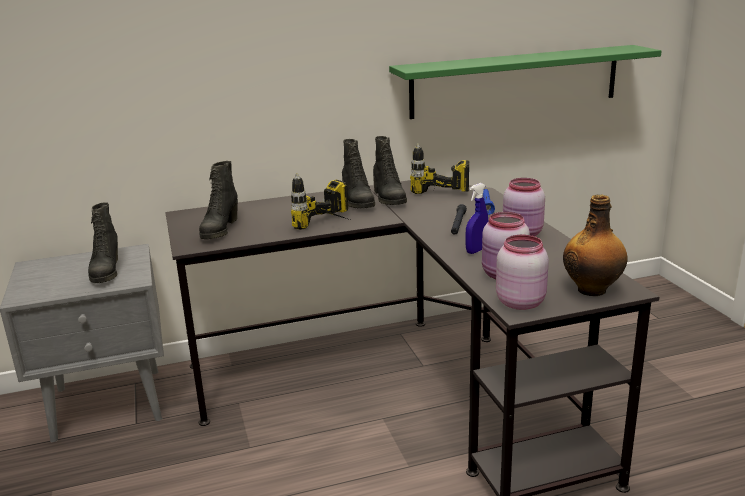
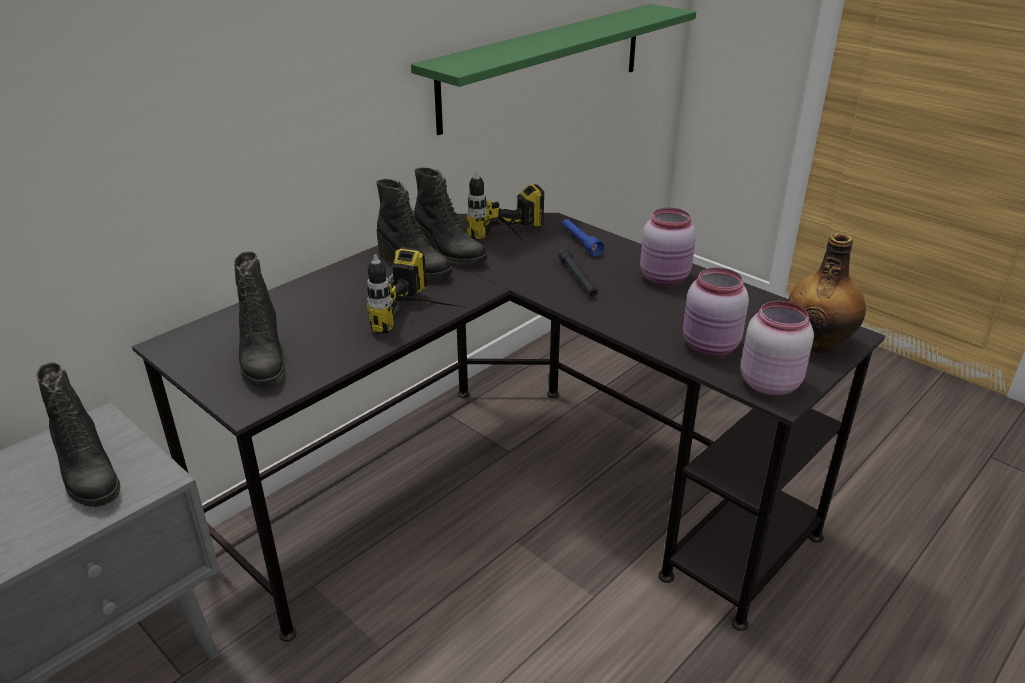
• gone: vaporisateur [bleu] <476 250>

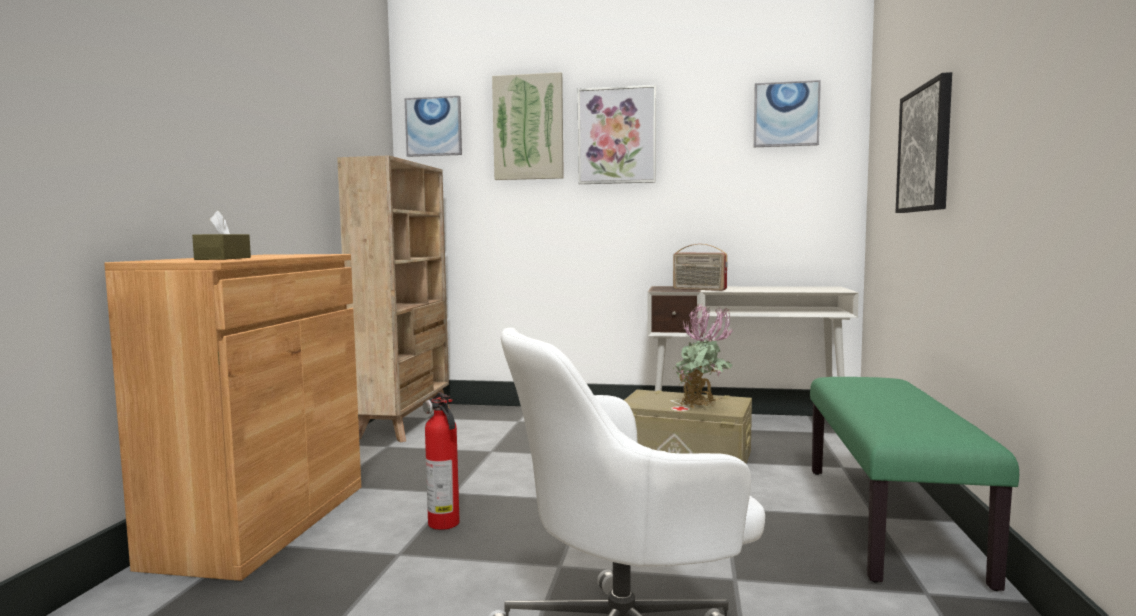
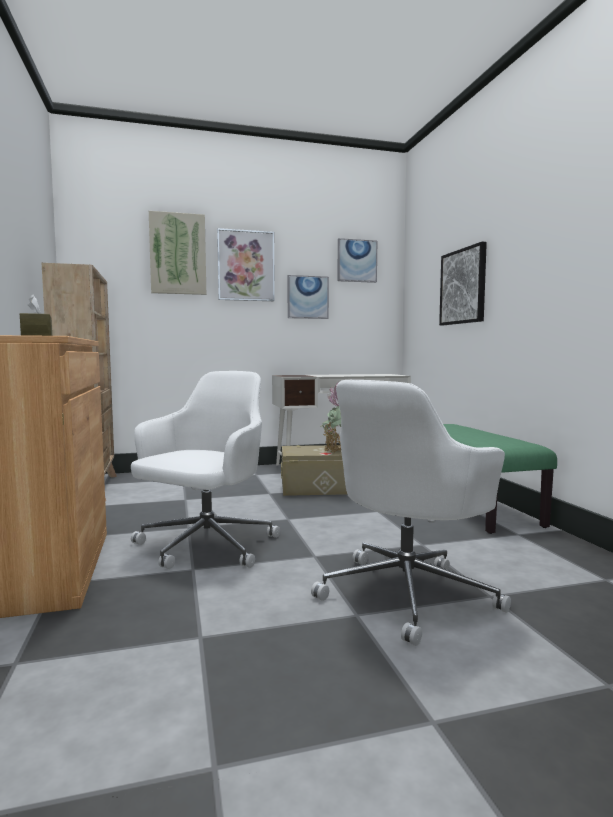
• shifted: tableau <434 126> to <307 297>
• gone: radio <699 289>
• swapped: extincteur <444 524> to chaise de bureau [blanc] <205 546>

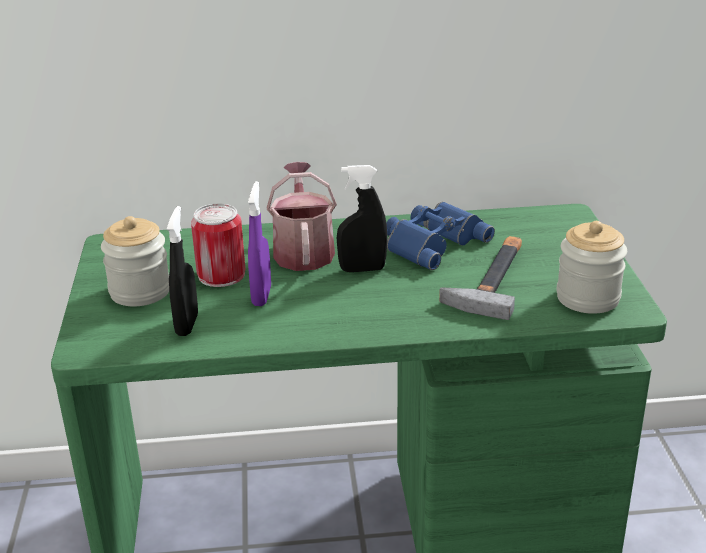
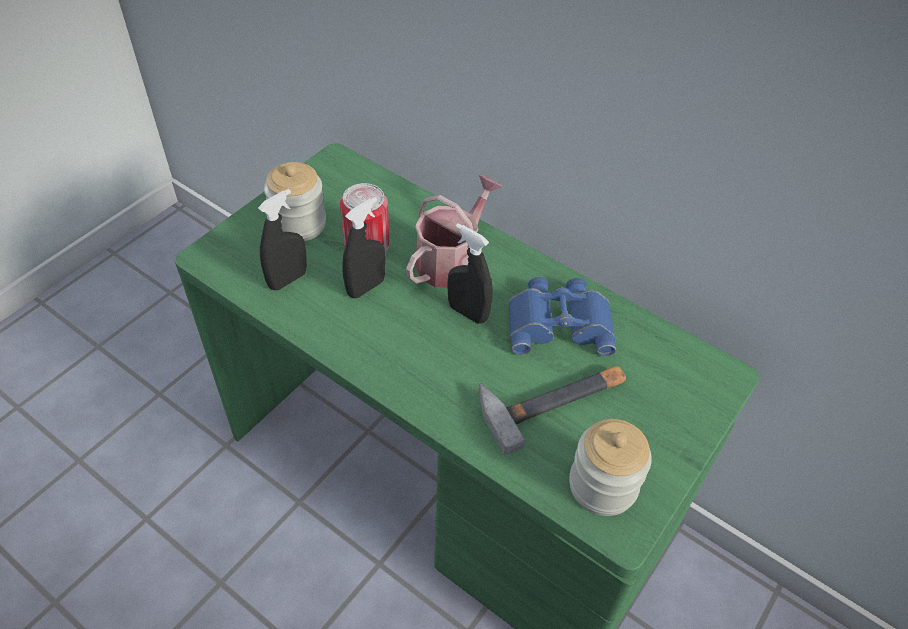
• repainted: vaporisateur [violet] <261 296> to vaporisateur [noir] <366 287>

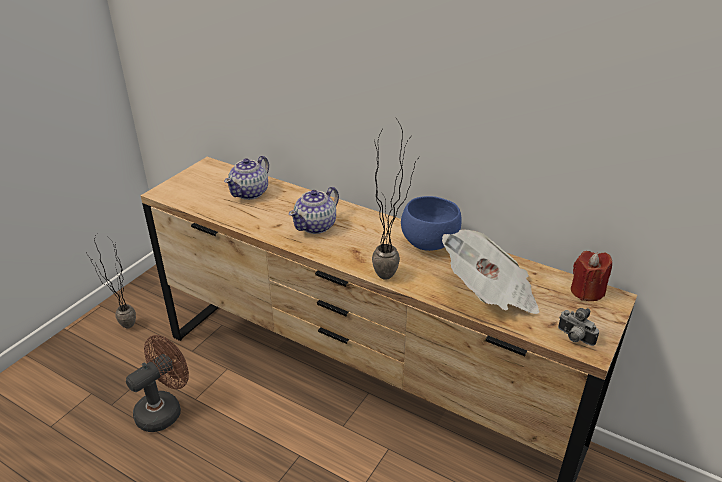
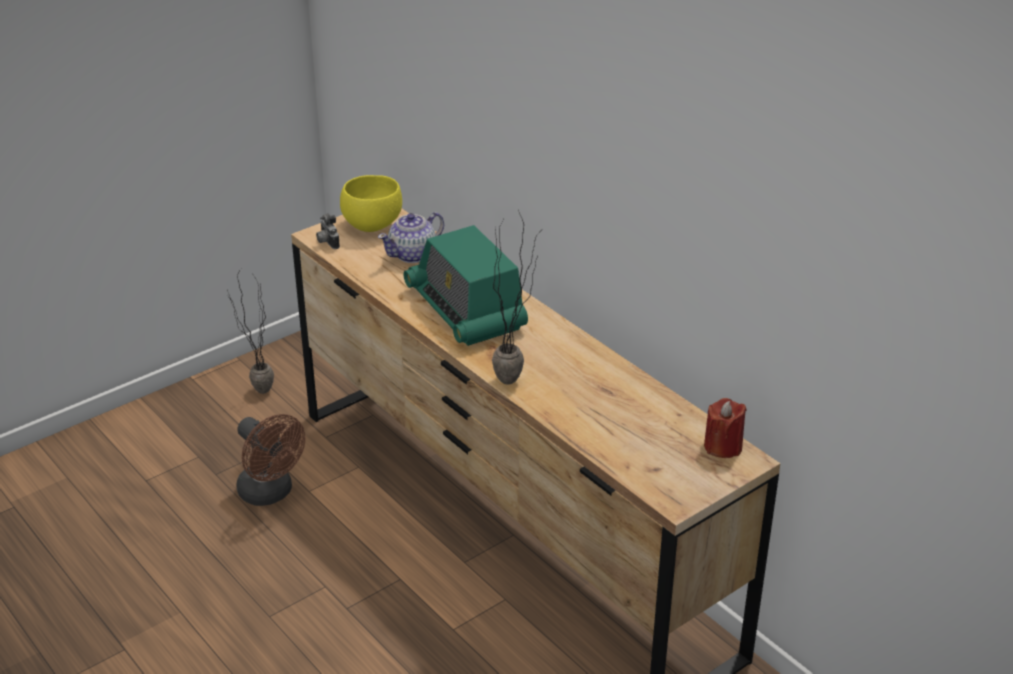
• swapped: théière <316 226> to radio <466 309>
• gone: bol [bleu] <429 243>
• gone: journal <489 293>
• shifted: appareil photo <574 338> to <327 242>
• rotated: ventilateur [marron] <164 409> = <271 493> 75 degrees clockwise
• new: bol [jaune] <372 225>

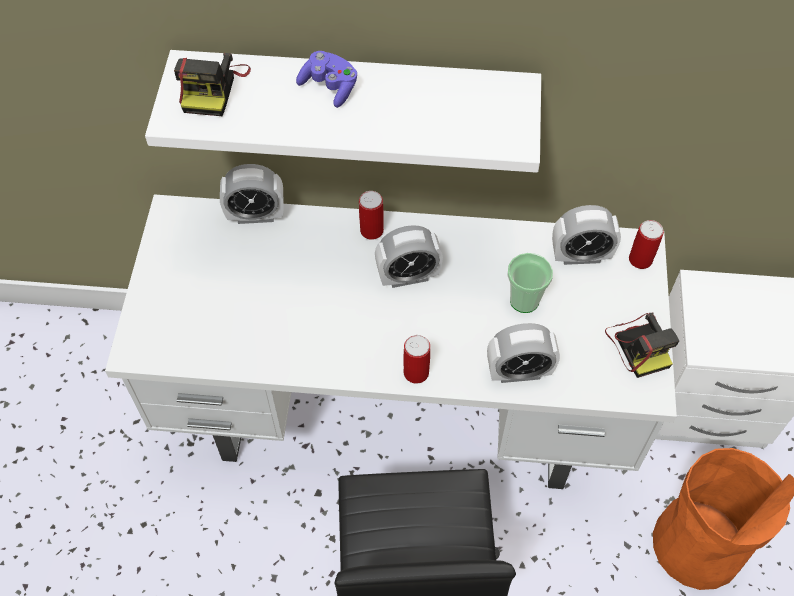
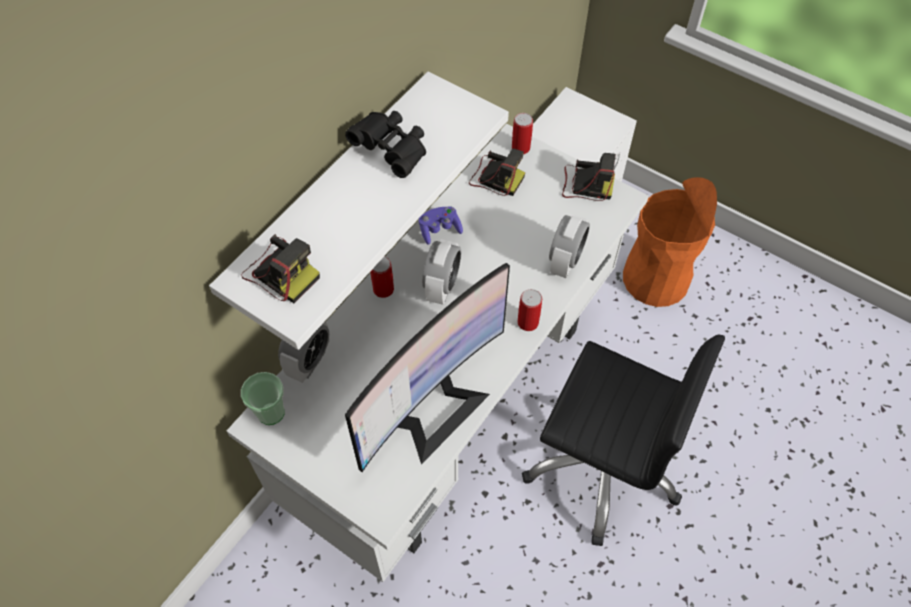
• shifted: manette [violet] <330 87> to <439 230>
• swapped: réveil <580 256> to appareil photo <495 177>
• shifted: tasse <524 300> to <271 412>
• new: jumelles [noir] <392 151>
• new: écran d'ordinateur <432 407>

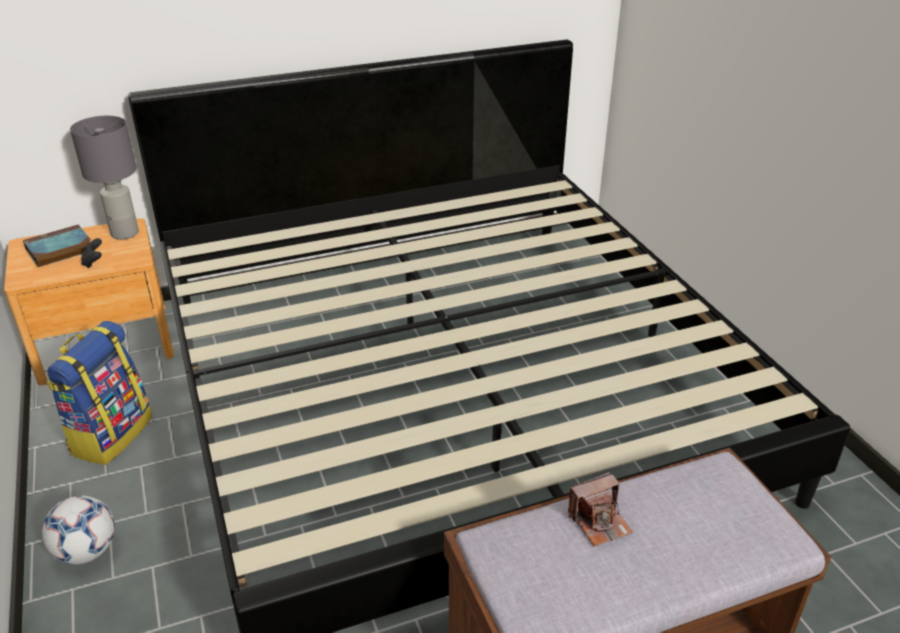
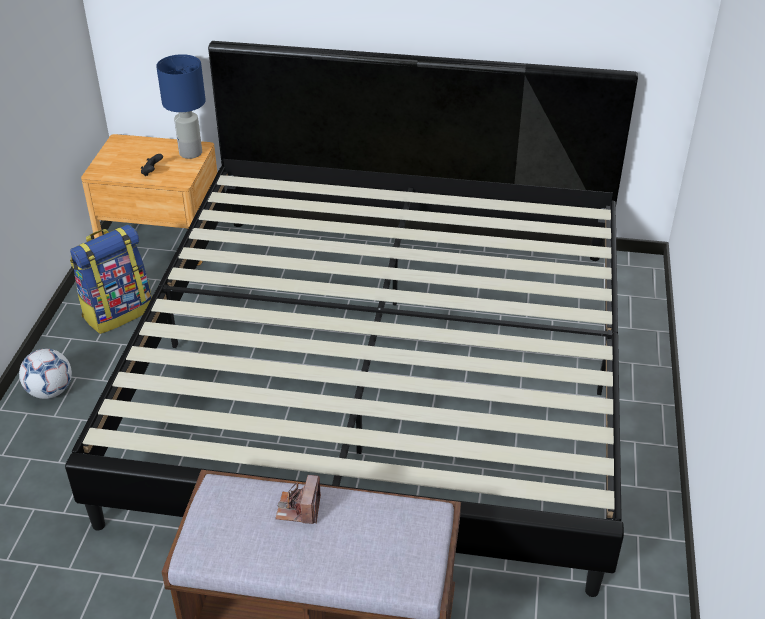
• repainted: lampe de table [gris] <125 234> to lampe de table [bleu] <190 153>
• gone: livre <58 251>
• rotated: appareil photo <599 522> = <299 509> 90 degrees clockwise

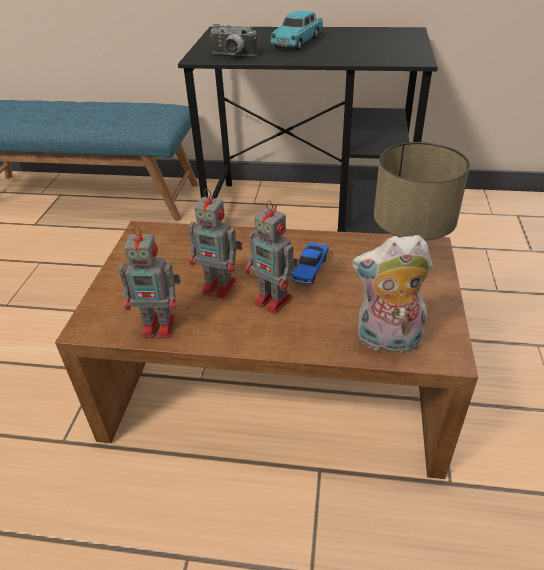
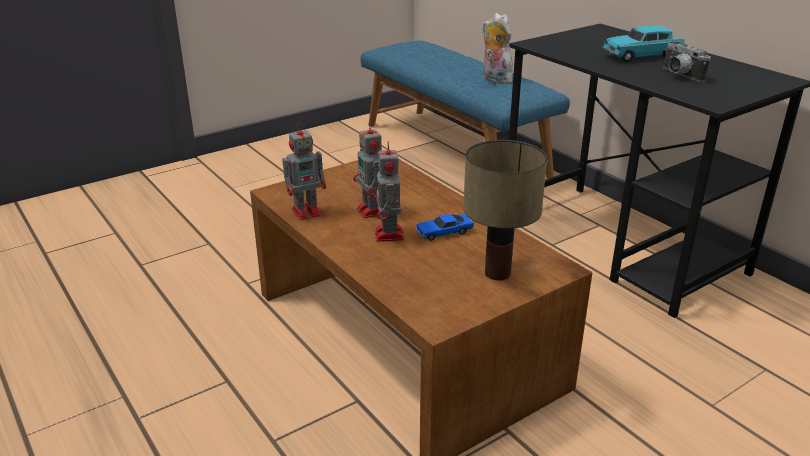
• shifted: appareil photo <233 56> to <679 75>
• rotated: robot jouet <161 326> = <307 212> 75 degrees counterclockwise
• shifted: peluche <387 341> to <494 79>

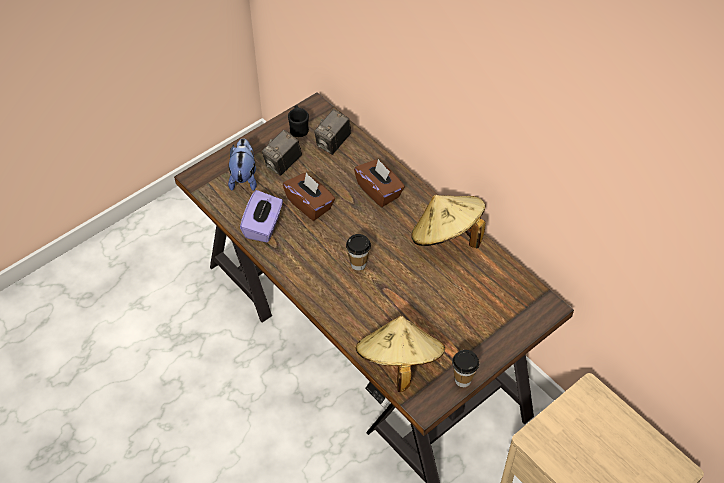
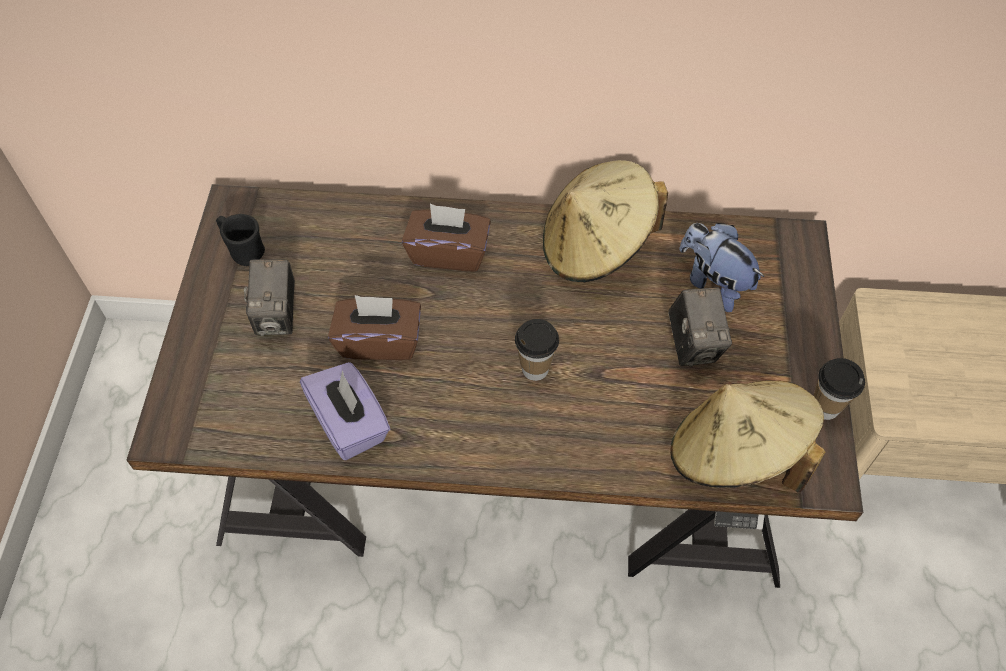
• shifted: appareil photo <333 144> to <693 344>
• shifted: peluche <244 177> to <713 283>

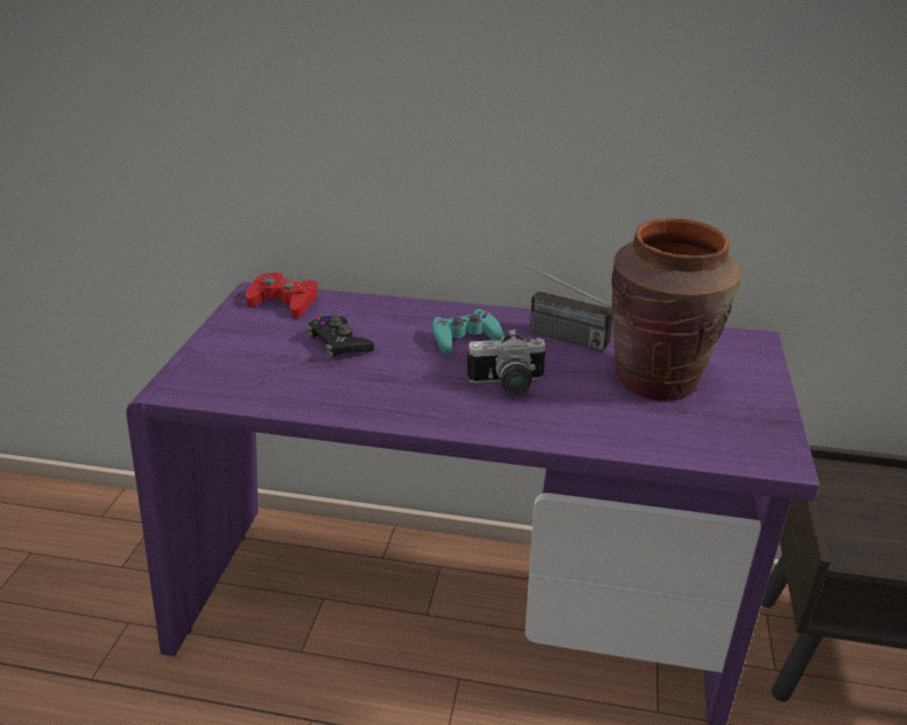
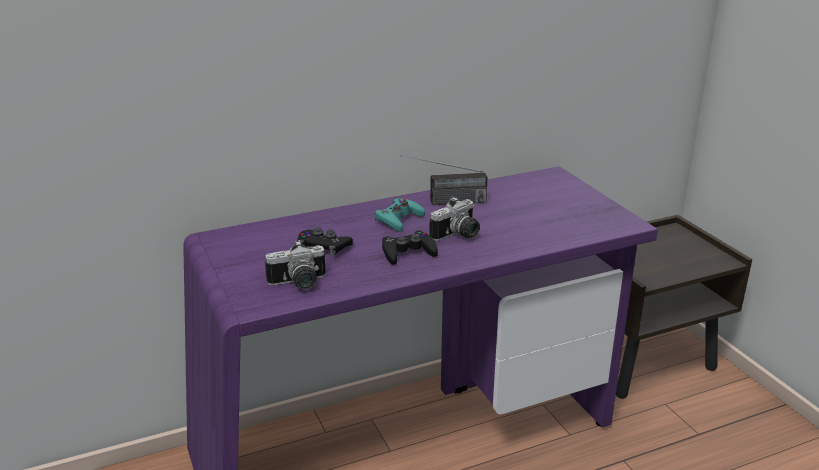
• gone: vase [marron] <657 380>
• gone: manette [rouge] <284 303>
• new: manette [noir] <408 253>
• new: appareil photo <299 284>

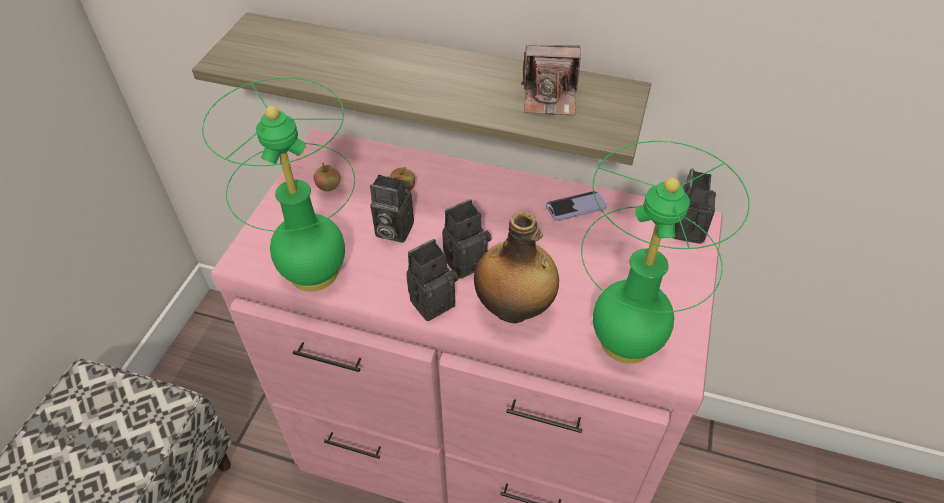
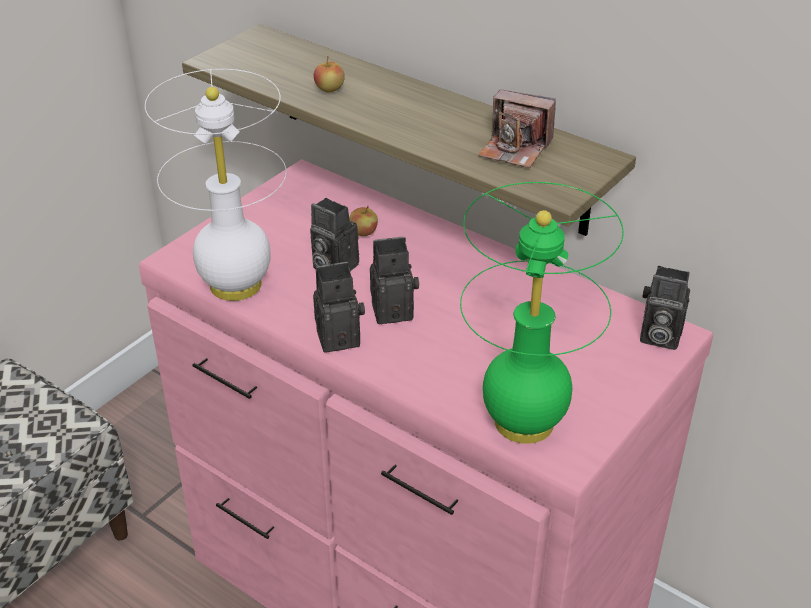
• repainted: lampe de table [vert] <314 272> to lampe de table [blanc] <236 284>
• shifted: pomme <328 187> to <329 89>
• rotated: appareil photo <685 228> = <657 336> 105 degrees counterclockwise
• gone: téléphone <575 207>
• gone: bouteille <514 309>

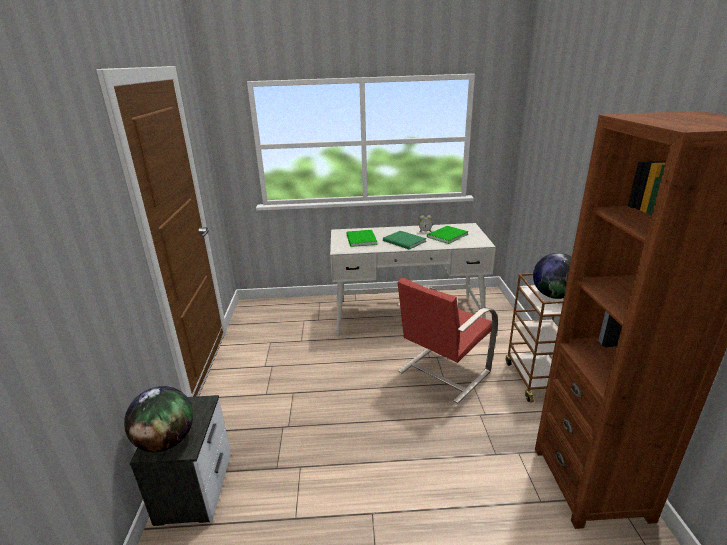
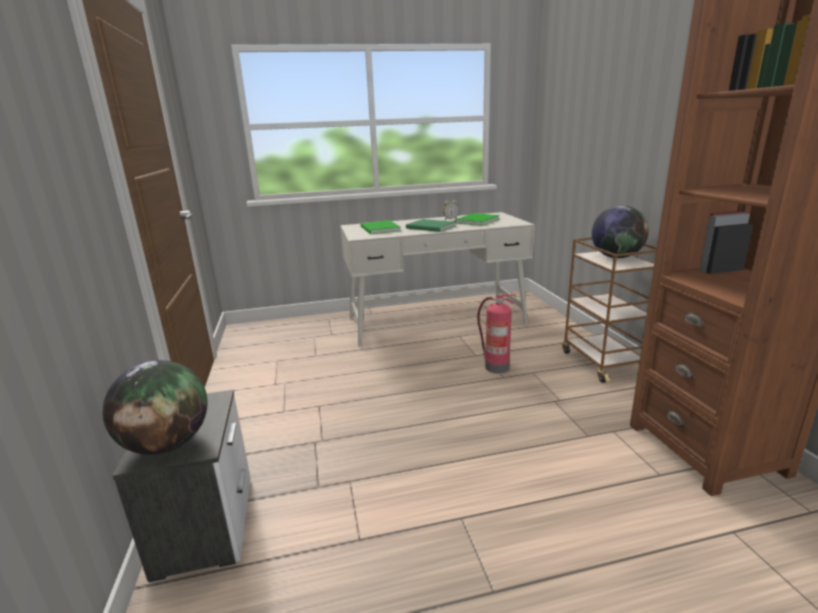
• swapped: chaise [rouge] <442 372> to extincteur <495 367>

